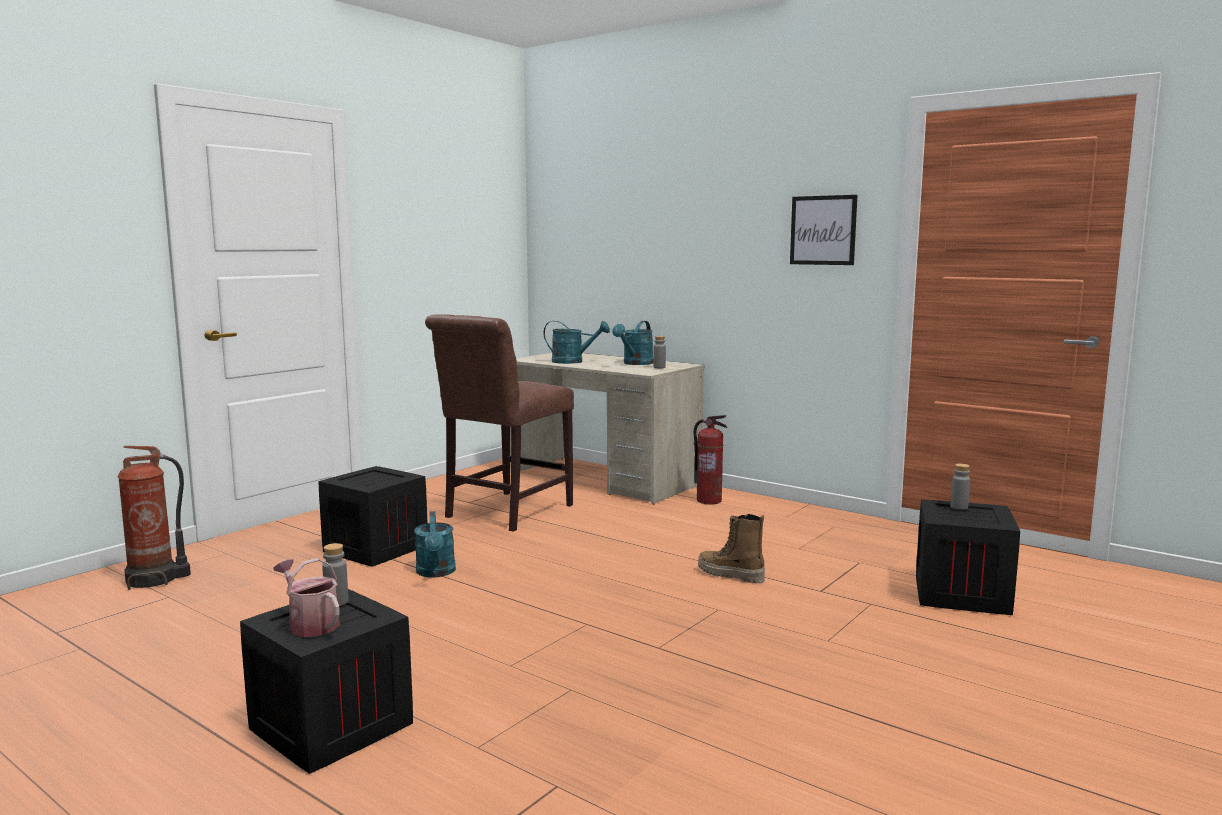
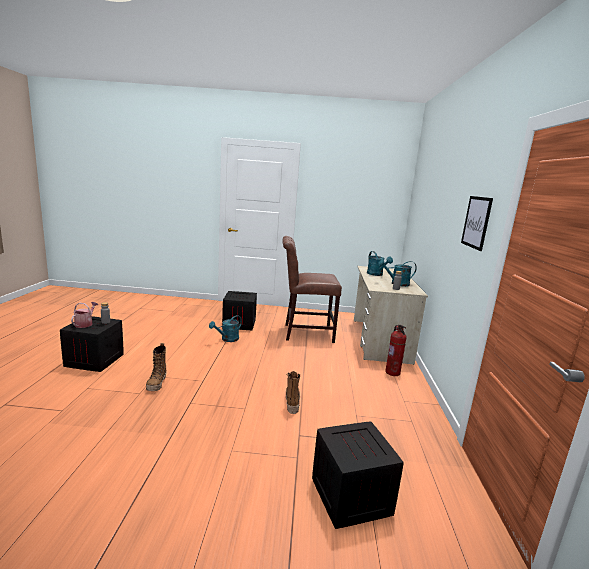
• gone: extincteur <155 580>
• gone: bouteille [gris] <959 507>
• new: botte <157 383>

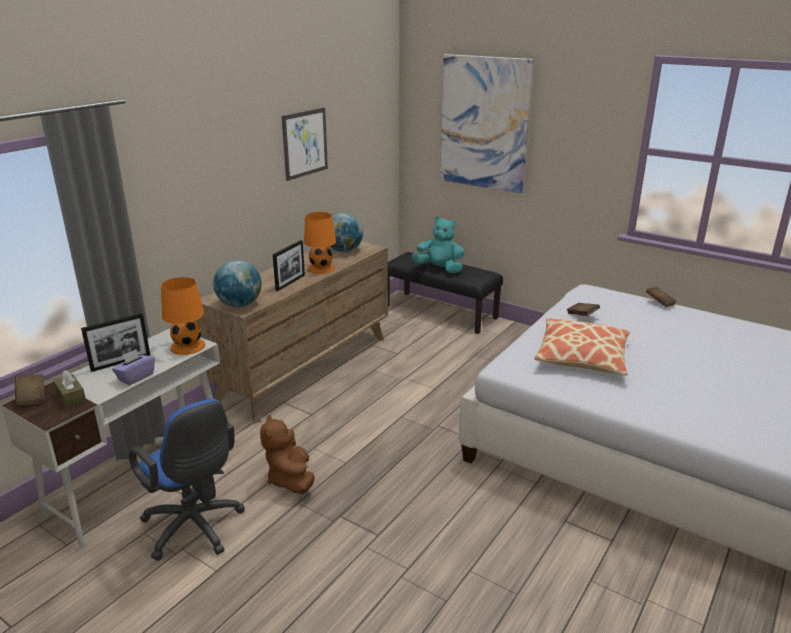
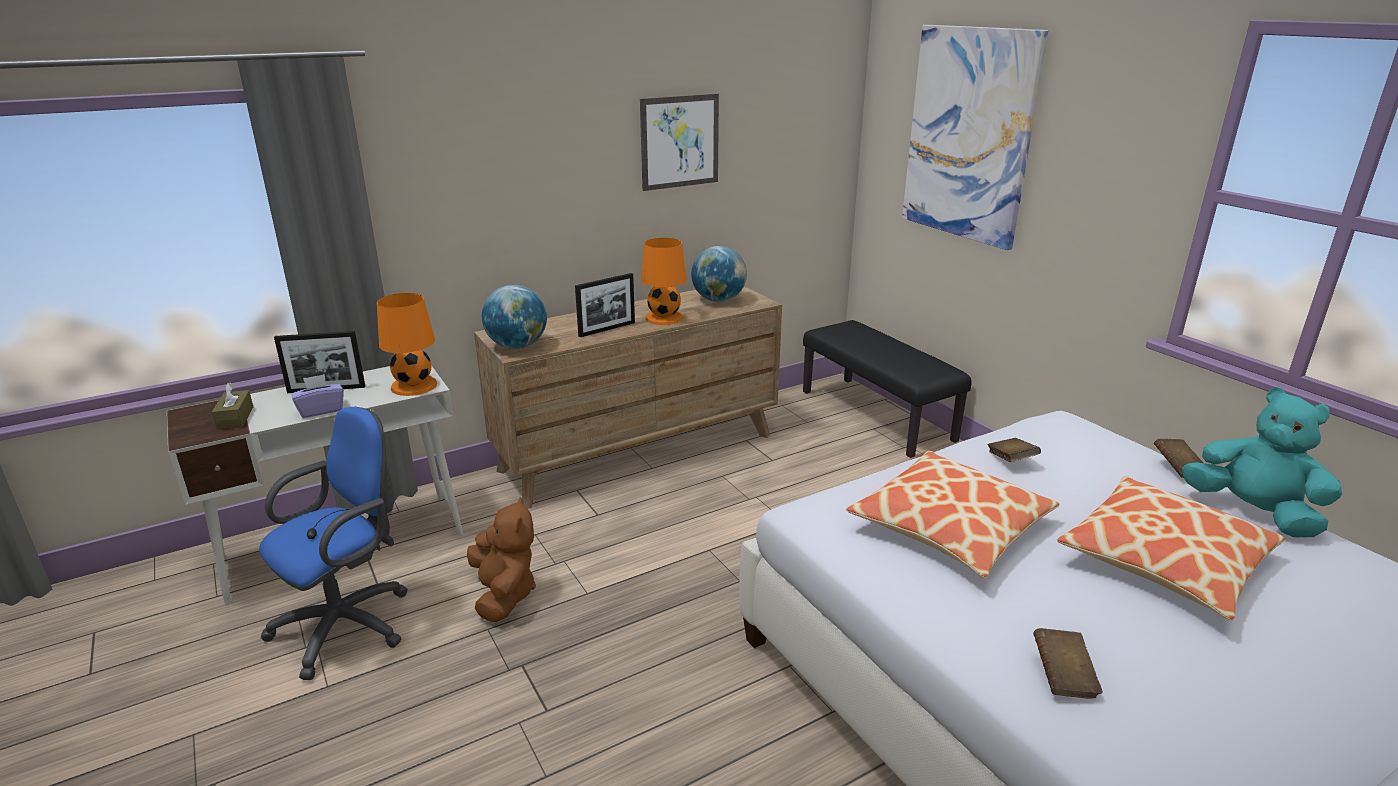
• shifted: peluche [turquoise] <439 269> to <1252 513>
• shifted: livre [marron] <32 397> to <1063 677>
• rotated: chaise de bureau [bleu] <195 529> = <350 624> 120 degrees counterclockwise
• rotated: peluche [marron] <290 479> = <504 594> 150 degrees clockwise
• new: coussin <1165 560>

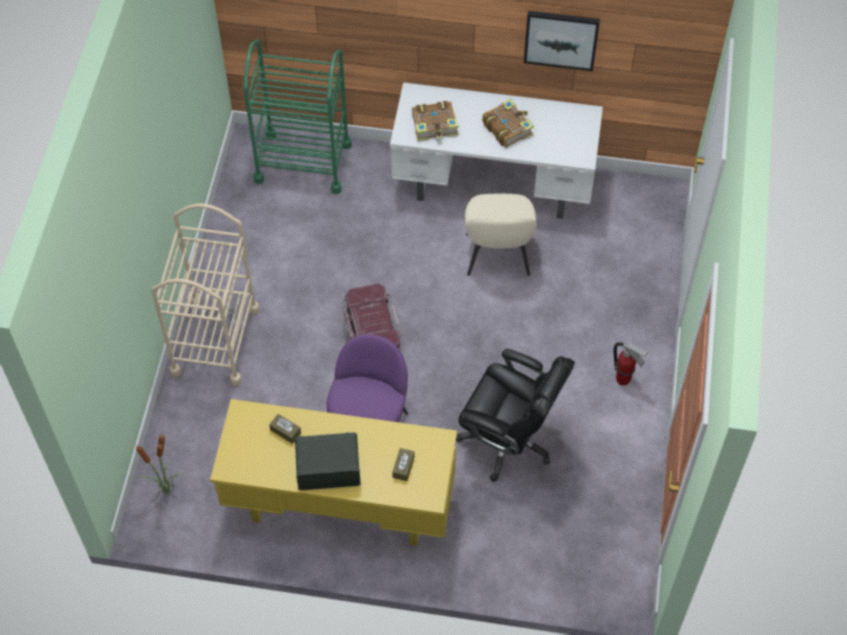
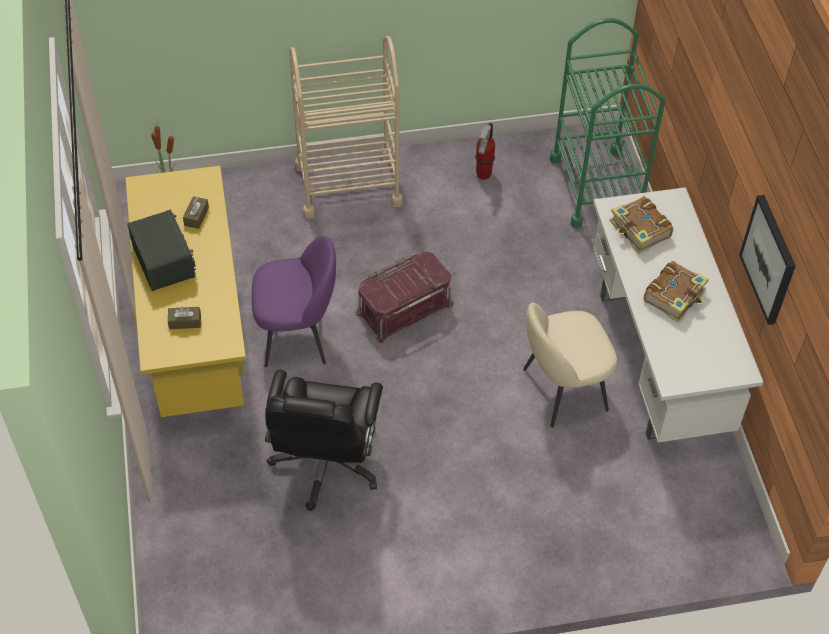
• shifted: extincteur <623 380> to <483 175>

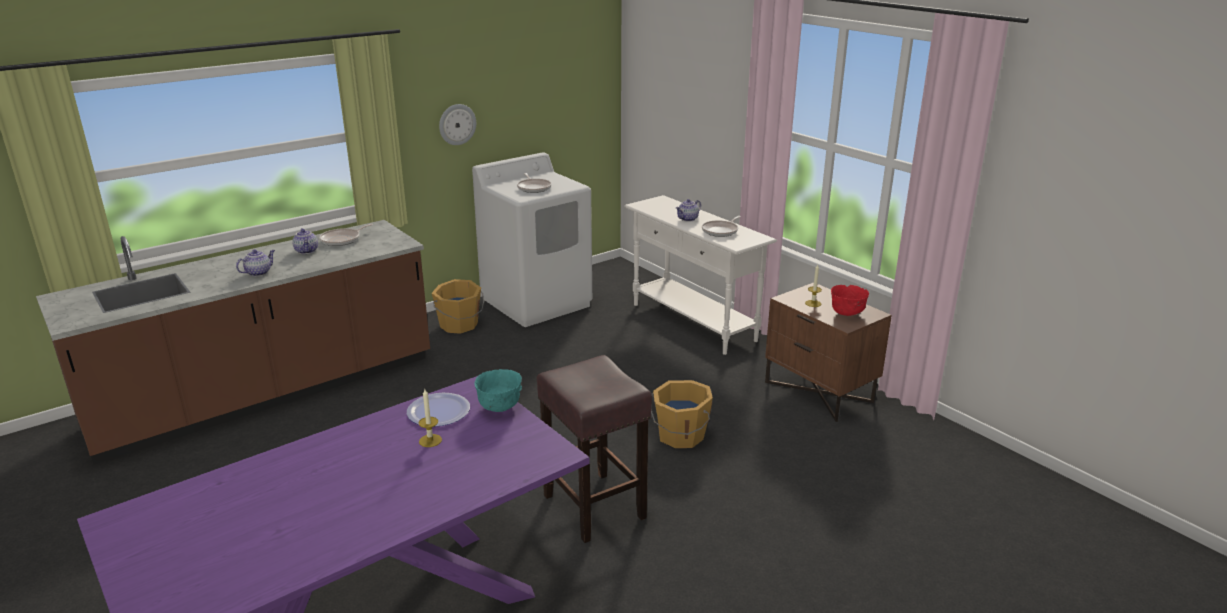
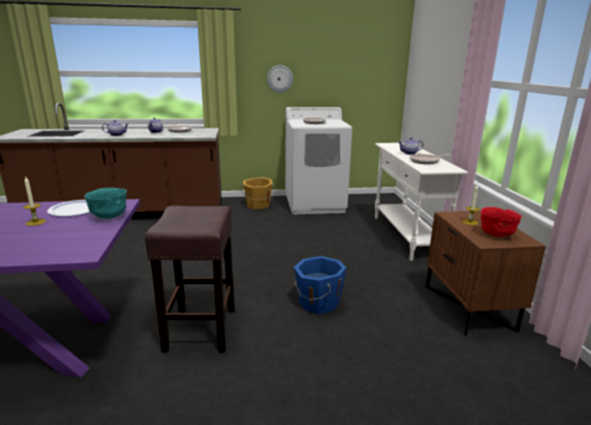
• repainted: seau [orange] <680 436> to seau [bleu] <317 303>

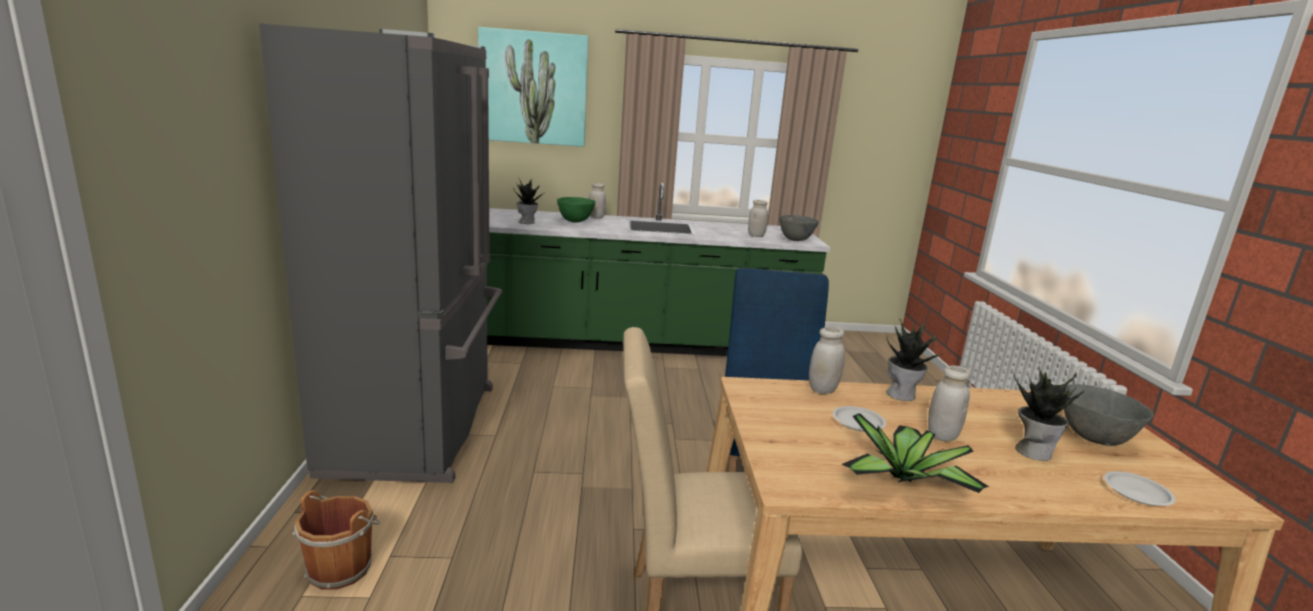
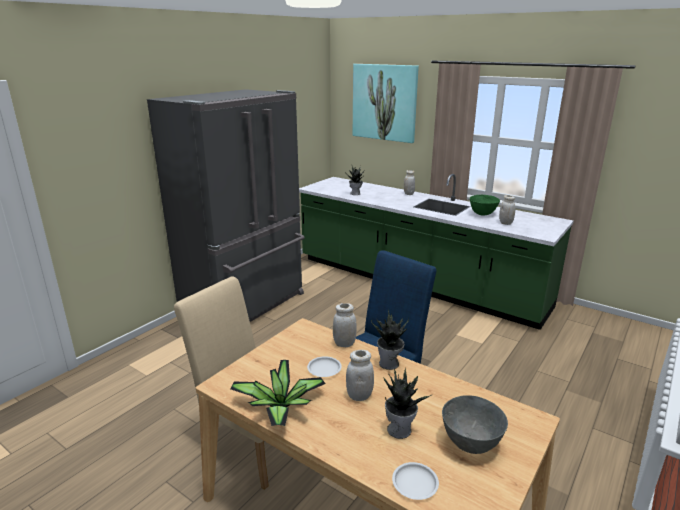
• shifted: bol [vert] <575 221> to <482 214>
• gone: bol [gris] <795 240>
• gone: seau [marron] <341 567>

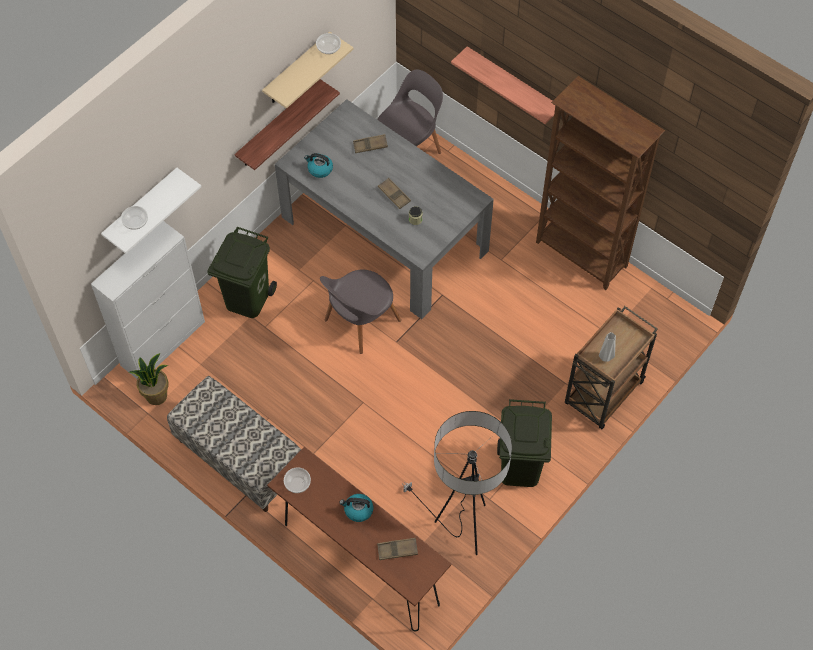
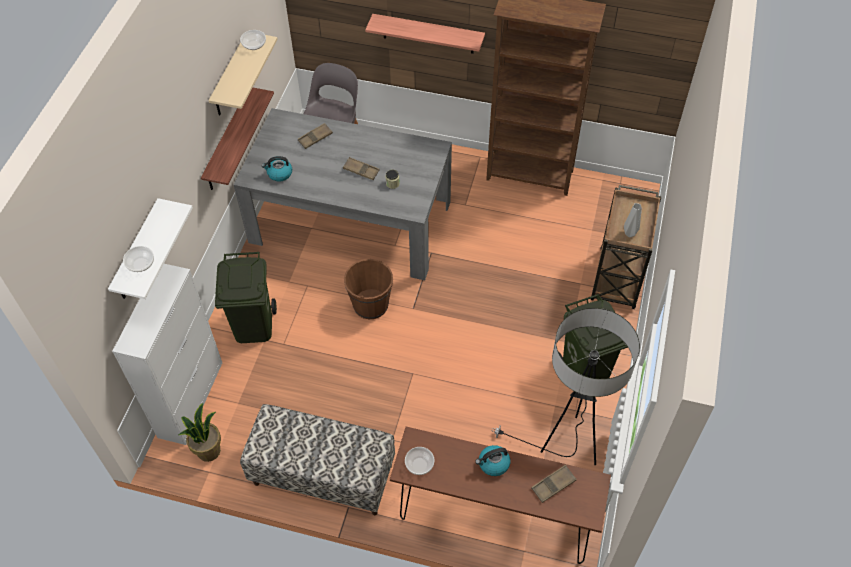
• swapped: chaise [gris] <360 322> to seau [marron] <370 305>

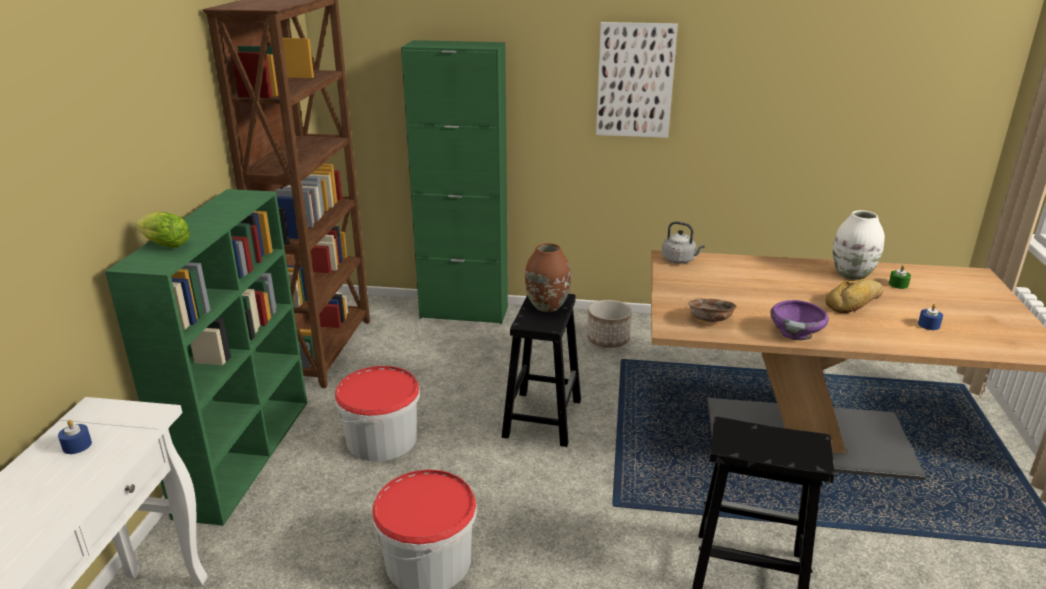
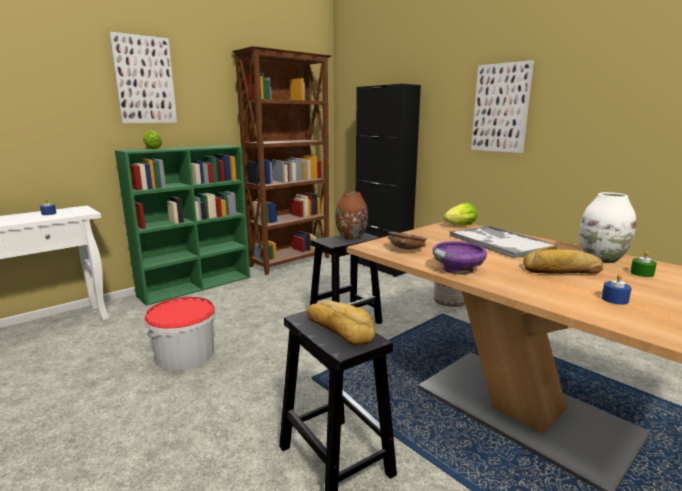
• repainted: meuble de rangement [vert] <464 312> to meuble de rangement [noir] <382 267>
• swapped: bouilloire [gris] <680 260> to laitue <458 226>
• gone: seau <382 439>
• new: tableau <144 80>
• new: plateau <499 242>
• new: pain <340 328>

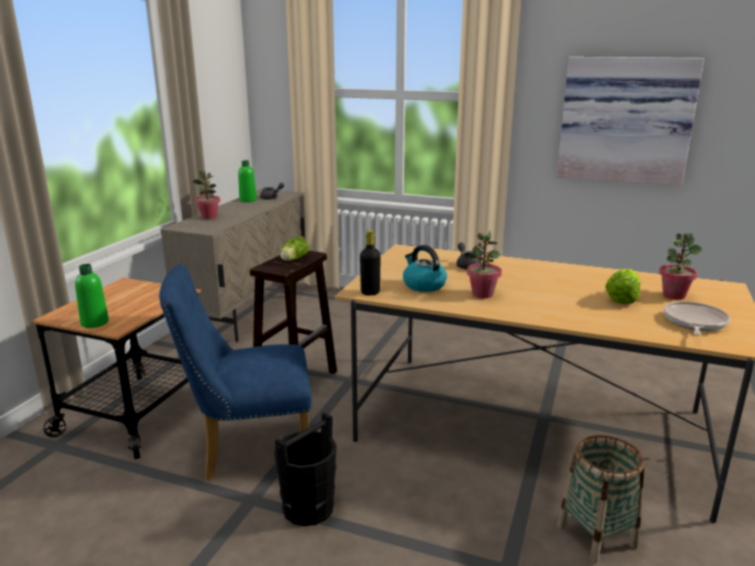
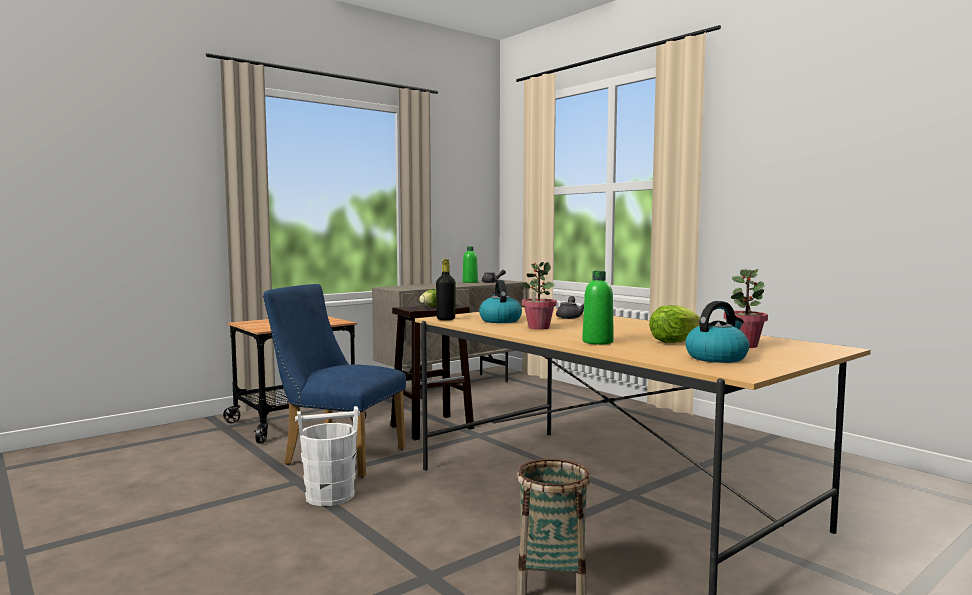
• gone: tableau <625 120>
• gone: plante en pot <209 217>
• shifted: bouteille [vert] <95 323> to <597 342>
• swapped: poêle <694 322> to bouilloire <716 357>
• repainted: seau [noir] <307 508> to seau [blanc] <329 496>

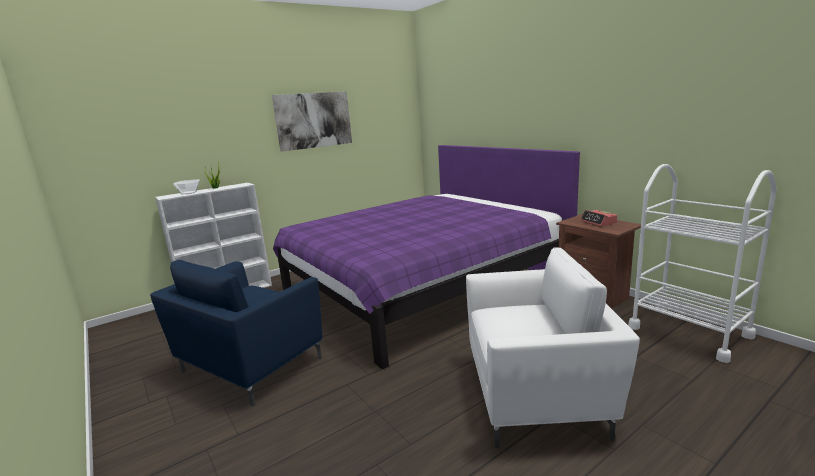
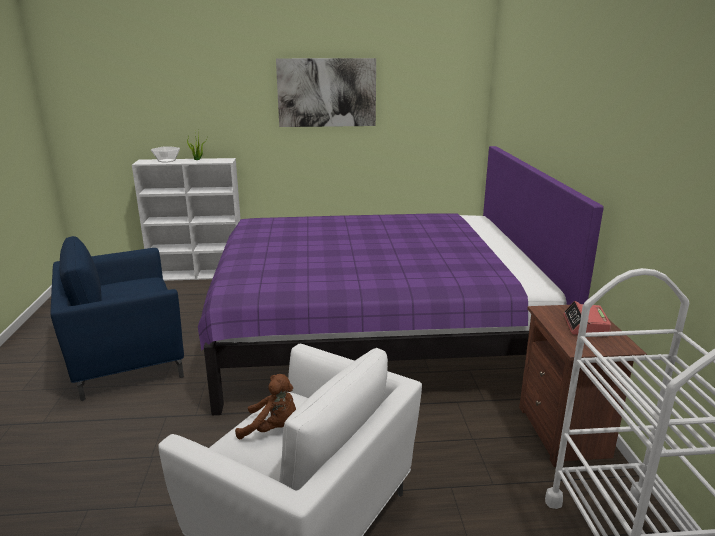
• new: peluche [marron] <273 428>

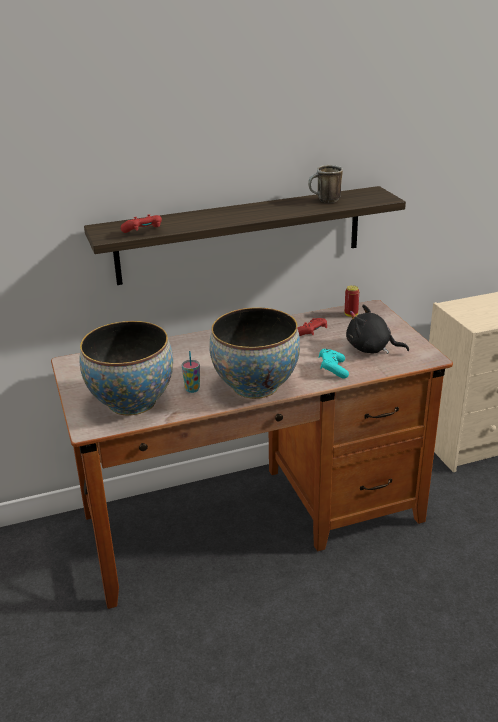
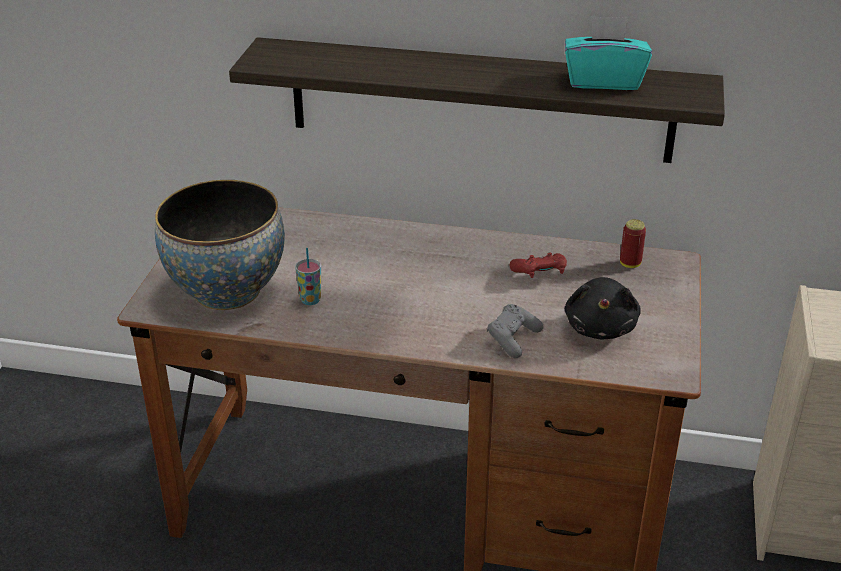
• swapped: mug <325 201> to boîte à mouchoirs [turquoise] <603 81>
• gone: manette [rouge] <144 232>
• rotated: peluche [noir] <371 349> = <600 327> 135 degrees counterclockwise
• gone: bol <255 386>
• repainted: manette [turquoise] <333 370> to manette [gris] <513 339>

